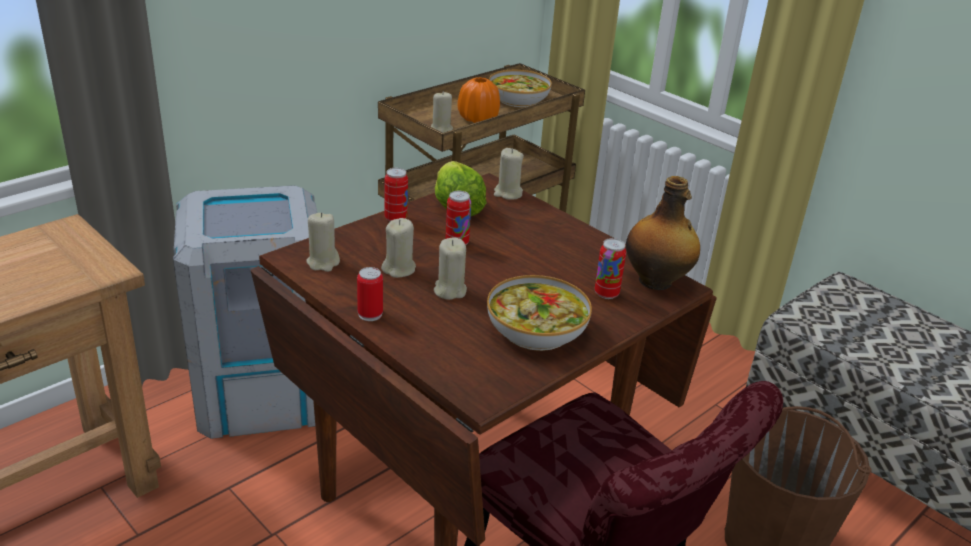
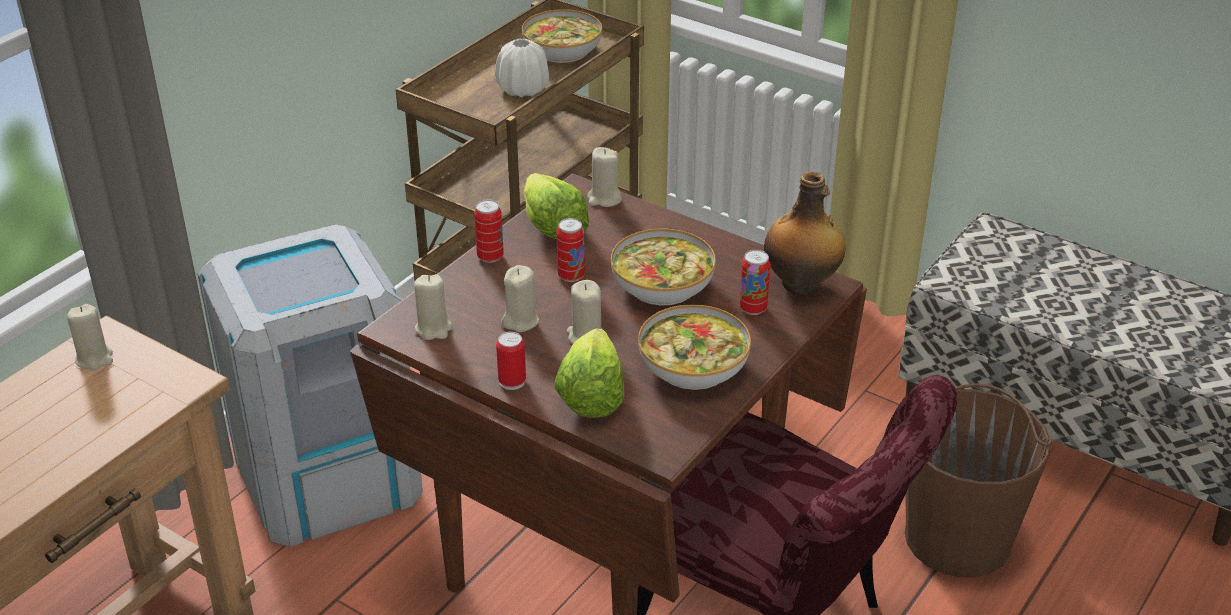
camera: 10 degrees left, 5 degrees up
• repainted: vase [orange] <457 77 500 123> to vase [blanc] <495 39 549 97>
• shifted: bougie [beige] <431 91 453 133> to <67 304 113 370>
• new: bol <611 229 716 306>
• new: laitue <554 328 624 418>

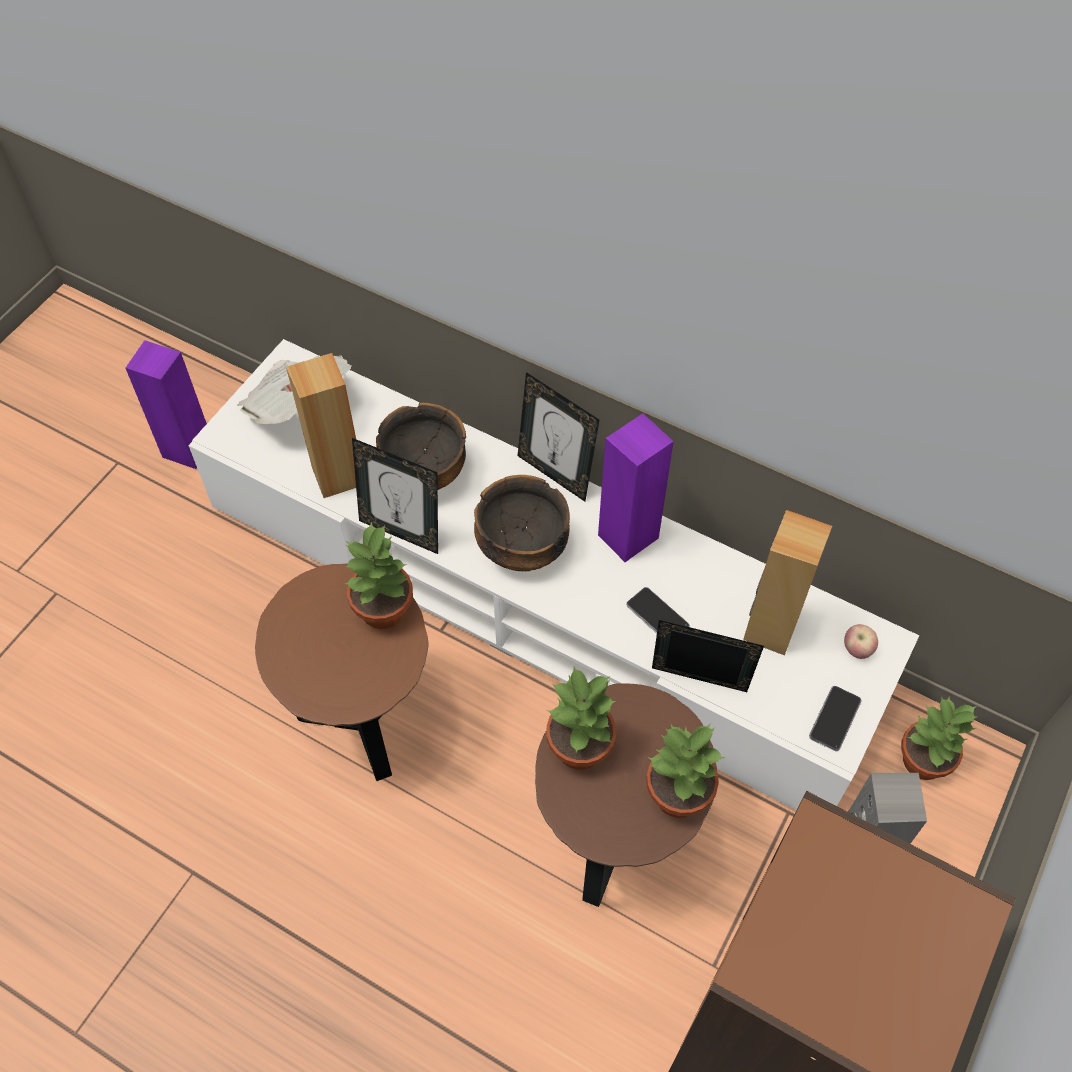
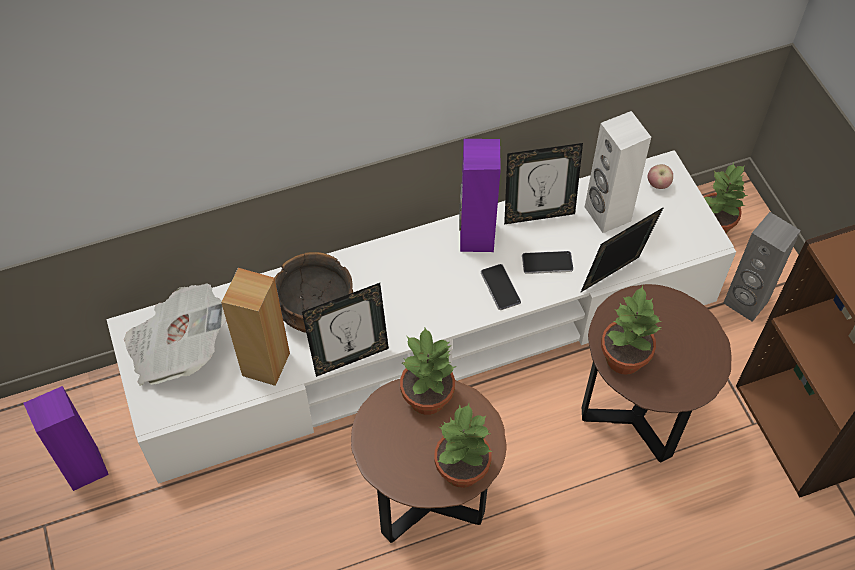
camera: 50 degrees left, 0 degrees up
• shifted: cadre photo <518 372 599 502> to <504 143 583 224>
• gone: bol <474 475 570 572>
• repainted: enceinte [marron] <743 510 832 656> to enceinte [blanc] <585 111 651 233>
• shifted: téléphone <809 686 862 751> to <481 264 521 310>
• shifted: plante en pot <646 723 725 818> to <434 403 493 488>

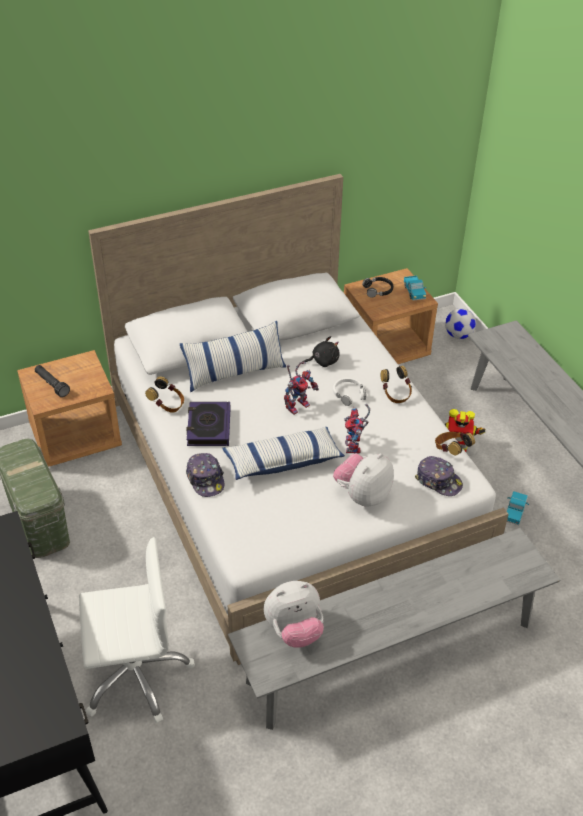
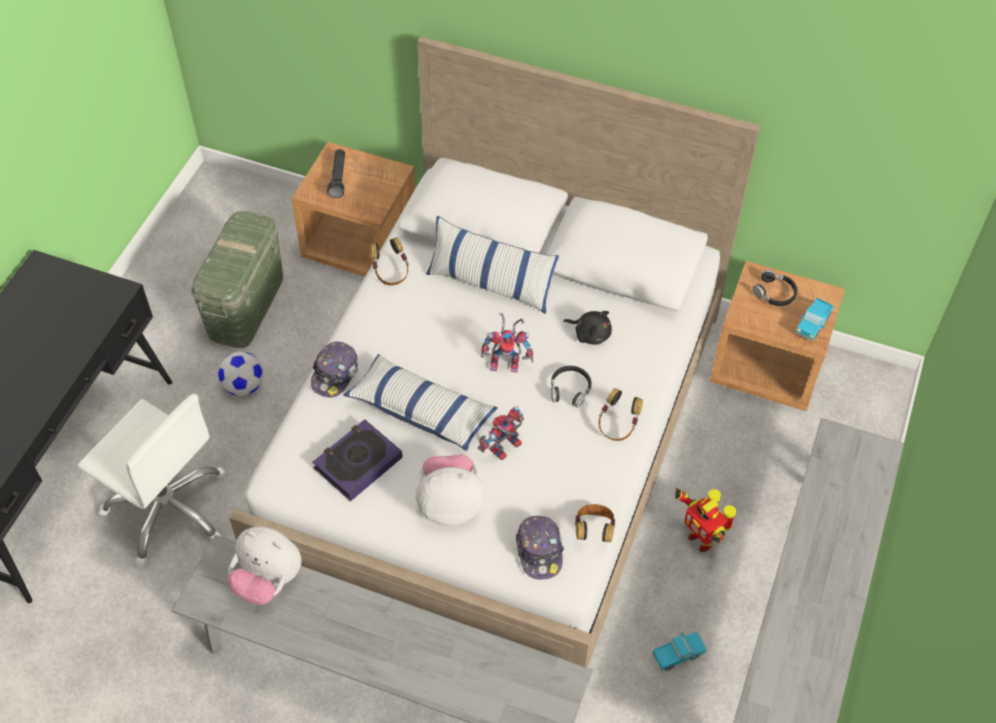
camera: 45 degrees right, 10 degrees up
• shifted: ballon de foot <445 308 476 339> to <218 351 263 396>
• repainted: casque audio [blanc] <333 378 366 406> to casque audio [noir] <551 366 591 408>
• shifted: livre <186 402 231 446> to <312 419 402 501>

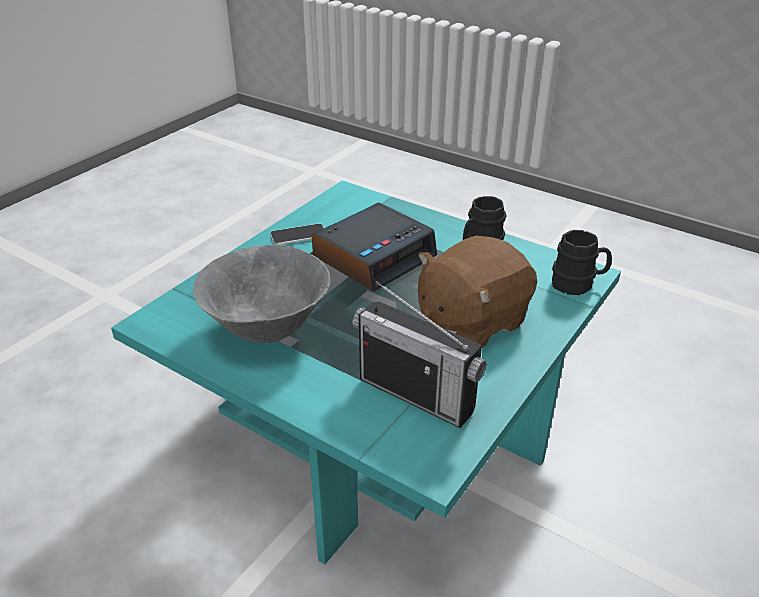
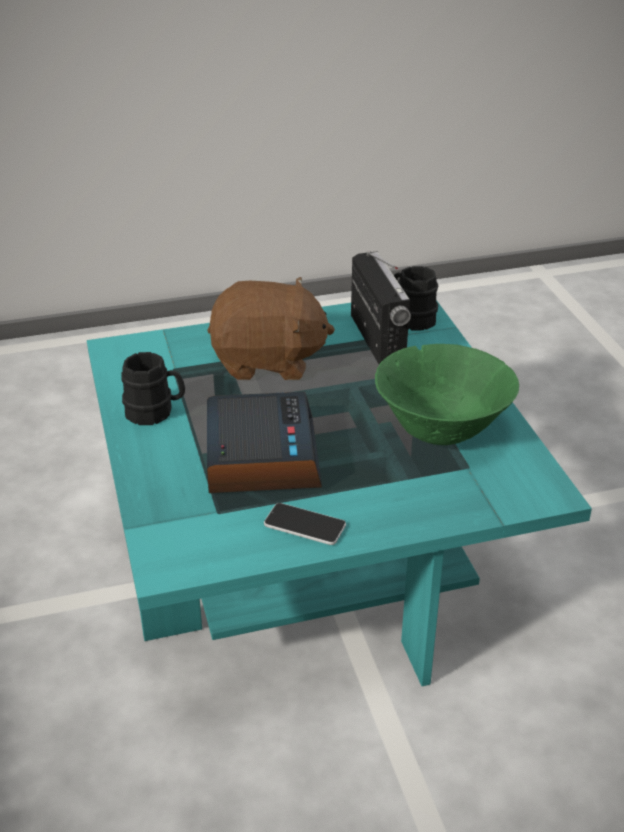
camera: 140 degrees left, 0 degrees up
• rotated: réveil <312 203 437 291> = <207 392 322 493> 90 degrees clockwise
• shifted: mug [noir] <552 230 612 295> to <394 266 438 330>
• repainted: bol [gris] <193 245 330 343> to bol [vert] <375 344 519 445>

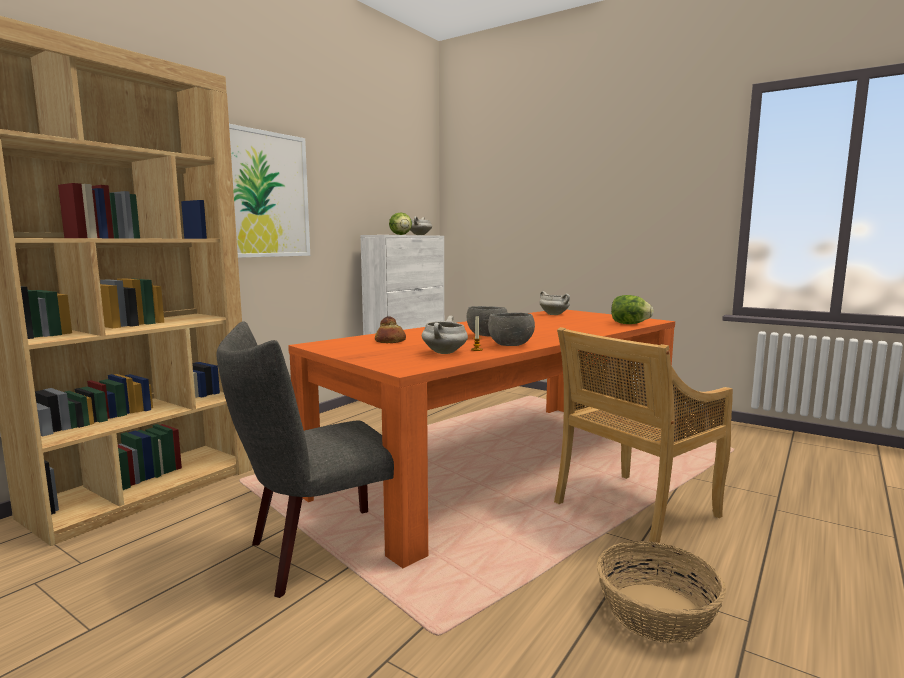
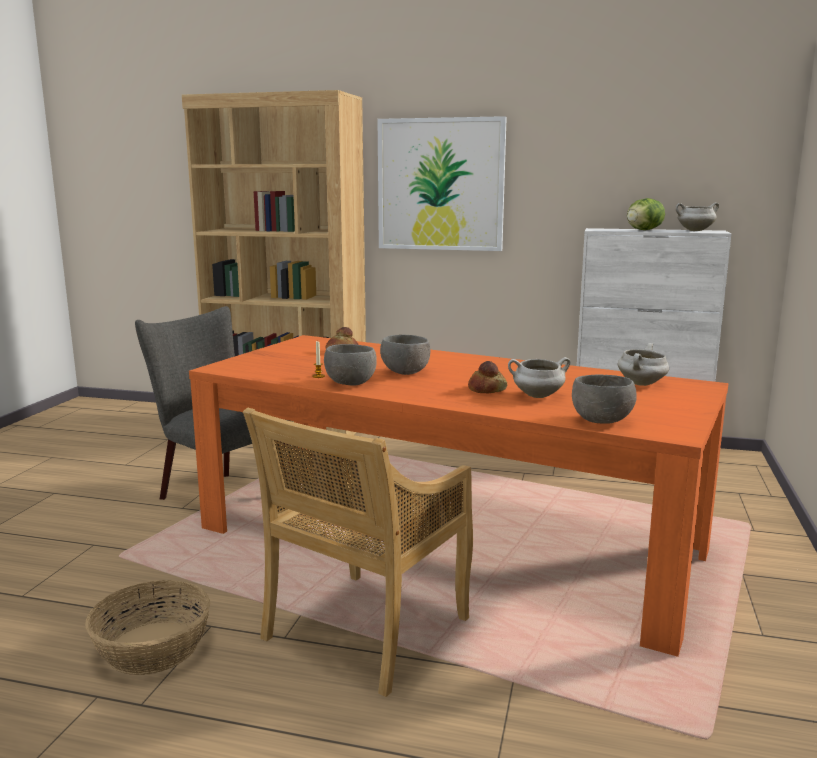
camera: 70 degrees right, 5 degrees up
• swapped: laitue <611 295 654 324> to bol [gris] <572 374 637 424>
• shifted: marmite [blanc] <422 316 468 354> to <508 357 571 398>
• rotated: chaise [beige] <554 327 733 550> = <243 408 473 697> 90 degrees counterclockwise
• new: pain <468 361 507 393>

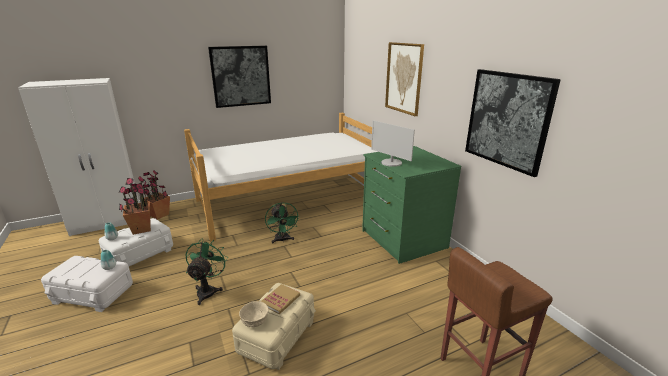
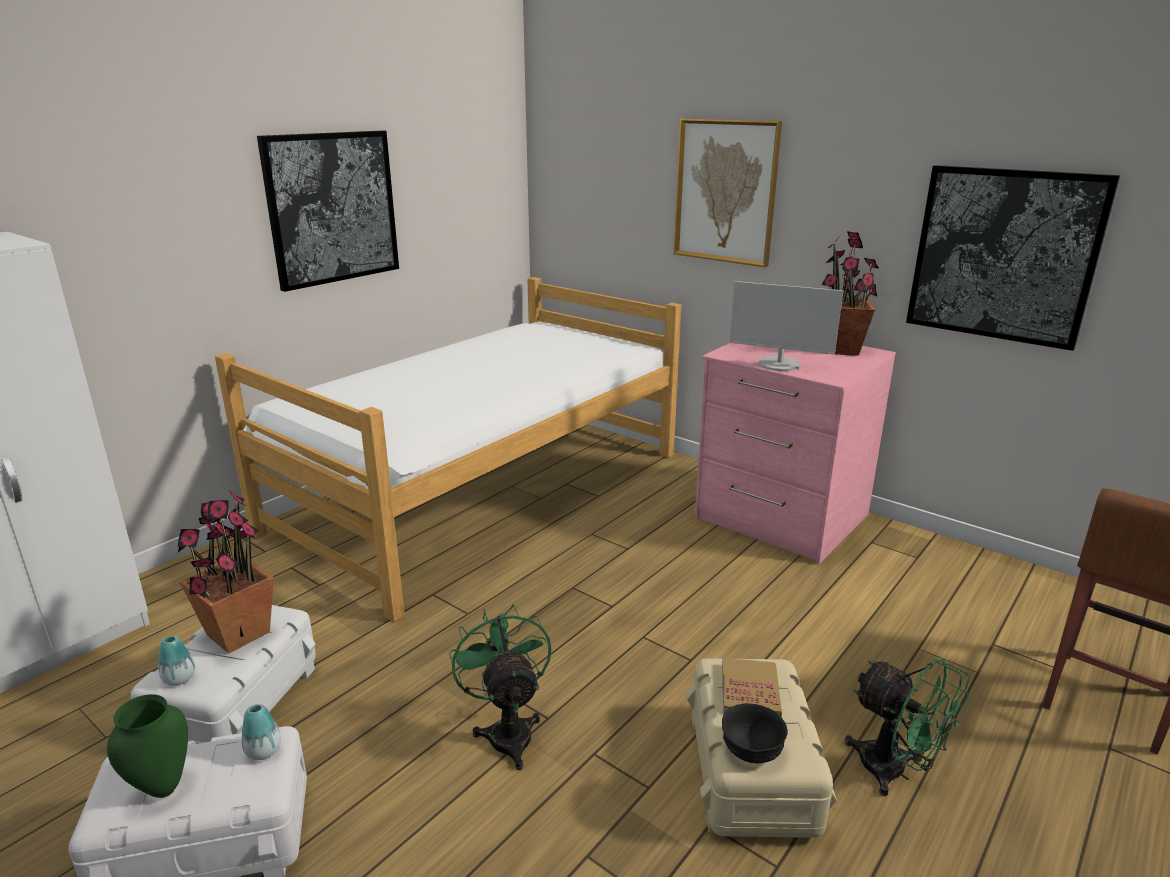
camera: 25 degrees left, 0 degrees up
• repainted: commode [vert] <362 146 461 264> to commode [rose] <695 343 896 564>
• shifted: plante en pot <143 170 170 219> to <821 231 880 356>
• shifted: ventilateur [vert] <265 202 298 244> to <845 658 970 796>
• repainted: bol [beige] <239 301 269 327> to bol [noir] <722 703 788 763>
• new: vase [vert] <107 694 188 798>

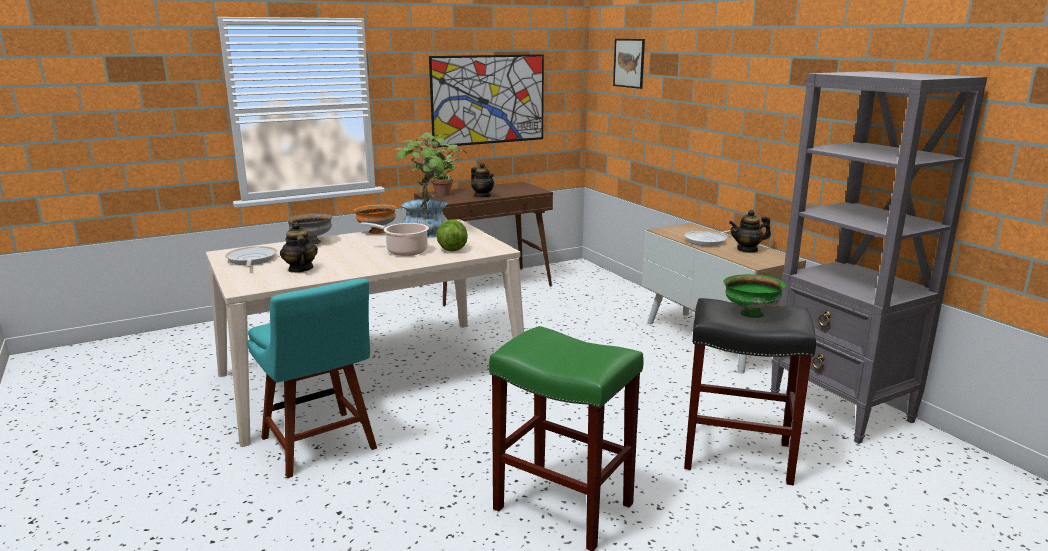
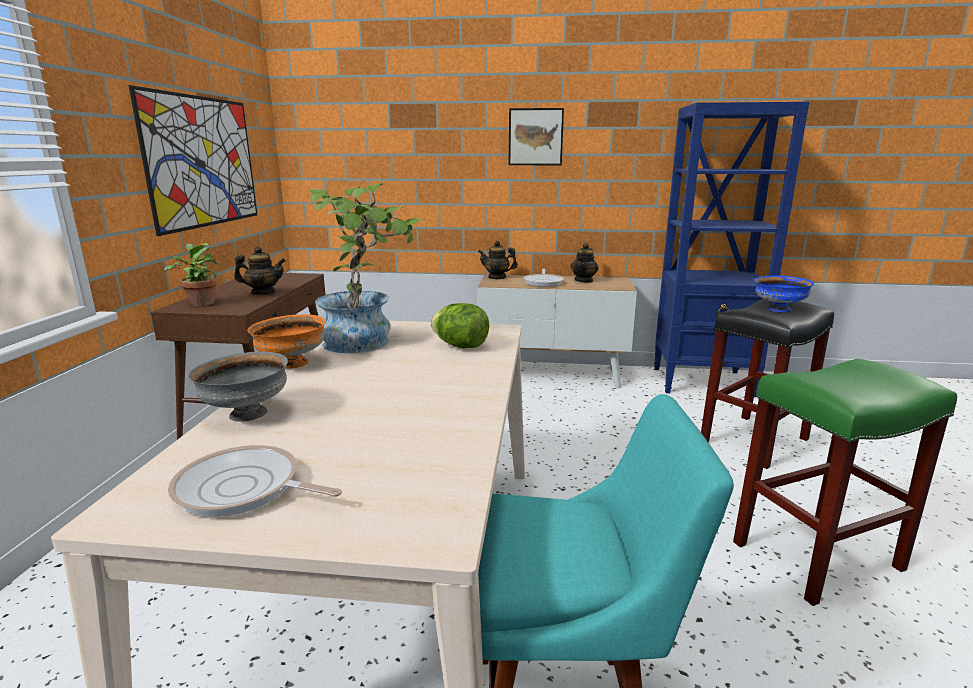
camera: 55 degrees left, 0 degrees up
• shifted: tableau <613 39 645 89> to <509 108 564 165>
• repainted: bibliothèque [gris] <770 71 987 444> to bibliothèque [bleu] <654 102 810 397>
• shifted: théière <280 222 318 273> to <478 241 518 279>
• gone: marmite <360 222 429 256>
• repainted: bol [vert] <724 274 785 318> to bol [bleu] <754 275 814 312>

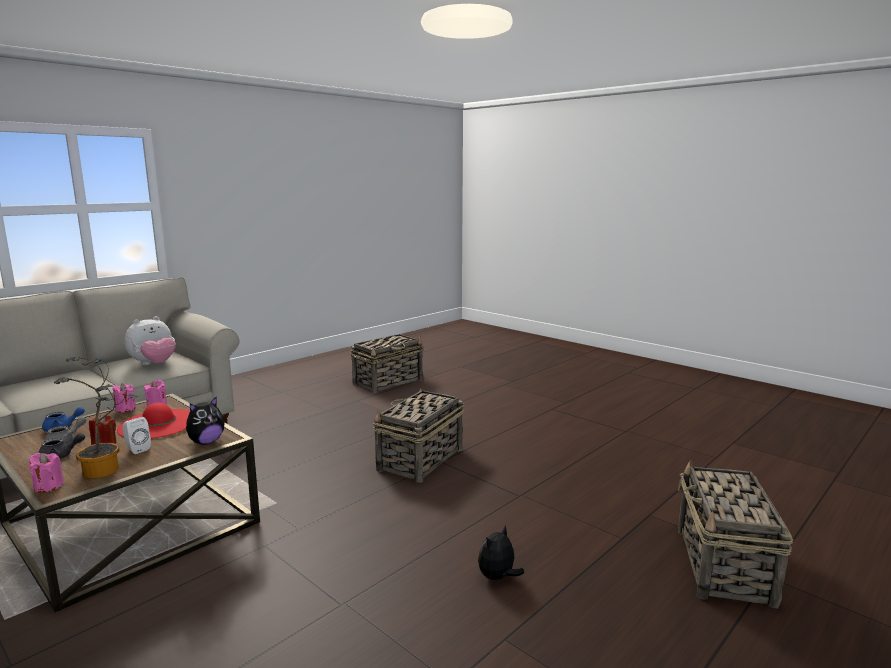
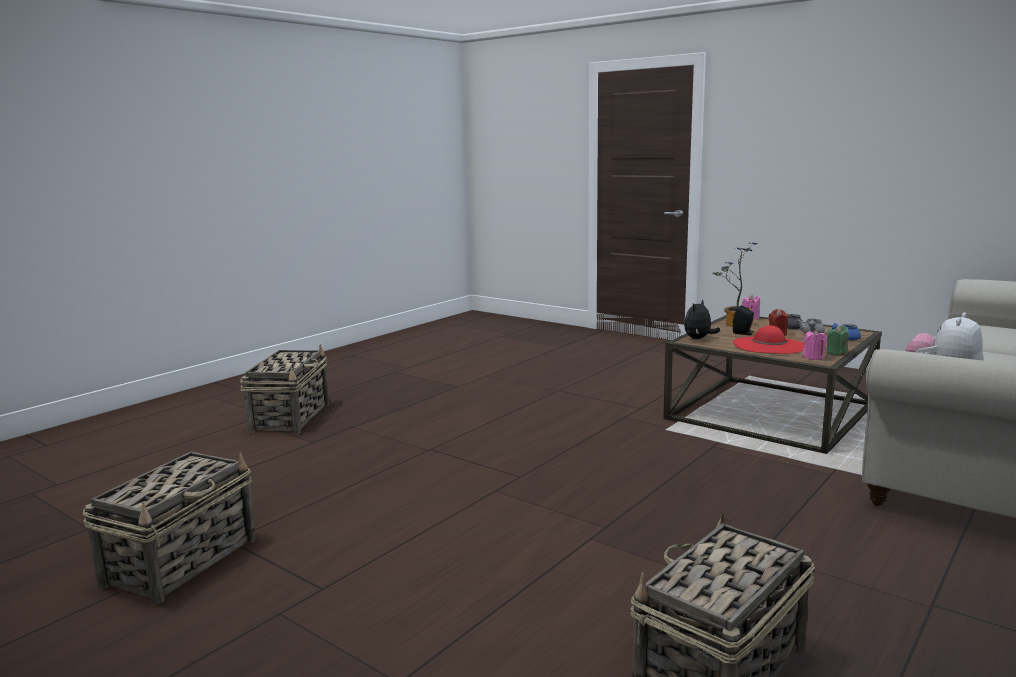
camera: 175 degrees right, 0 degrees up
• repainted: bougie [rose] <113 383 136 412> to bougie [vert] <827 325 849 356>
• shifted: panier <373 385 464 483> to <83 452 256 605>
• repainted: enceinte [blanc] <122 417 151 454> to enceinte [noir] <733 305 754 335>
• gone: peluche <478 525 524 580>

